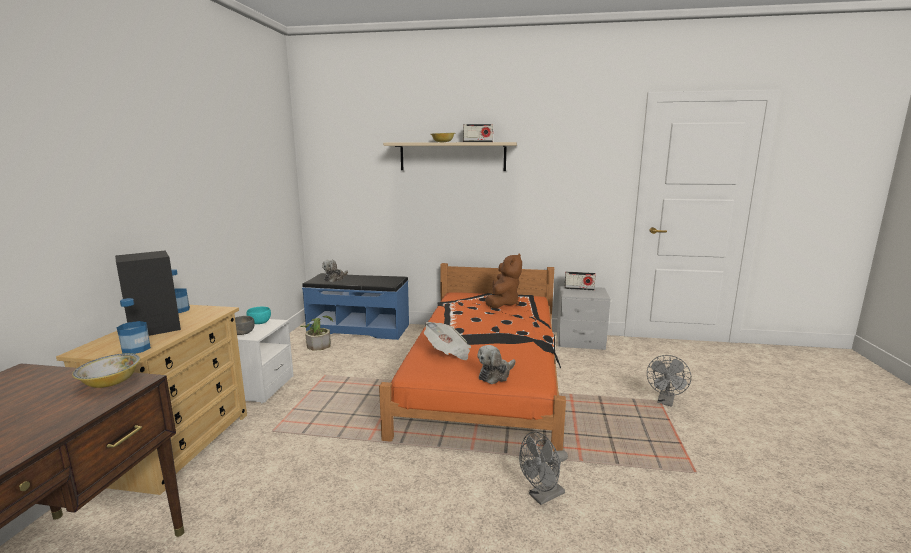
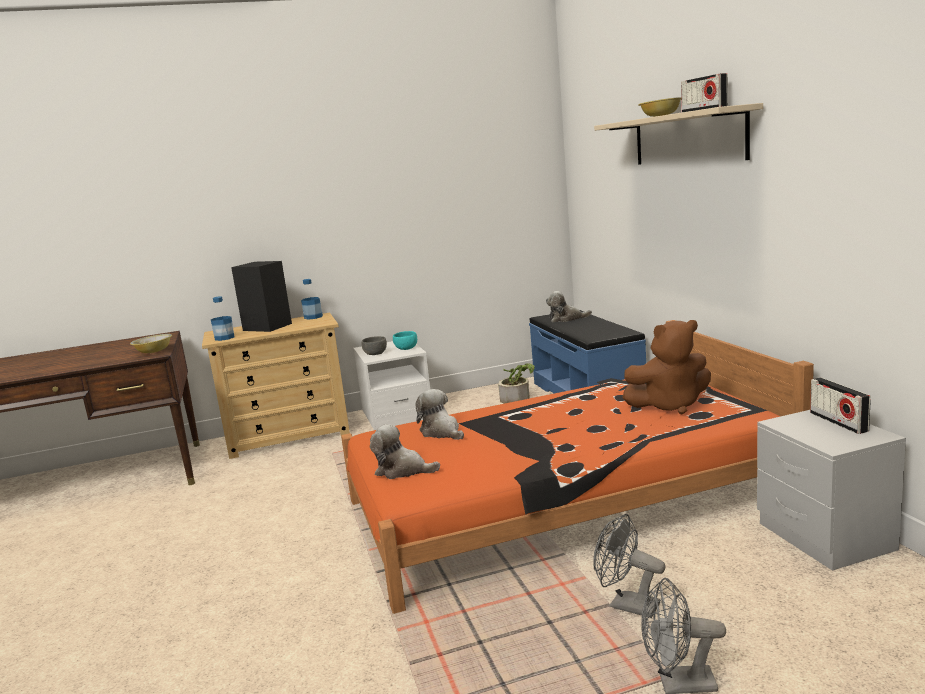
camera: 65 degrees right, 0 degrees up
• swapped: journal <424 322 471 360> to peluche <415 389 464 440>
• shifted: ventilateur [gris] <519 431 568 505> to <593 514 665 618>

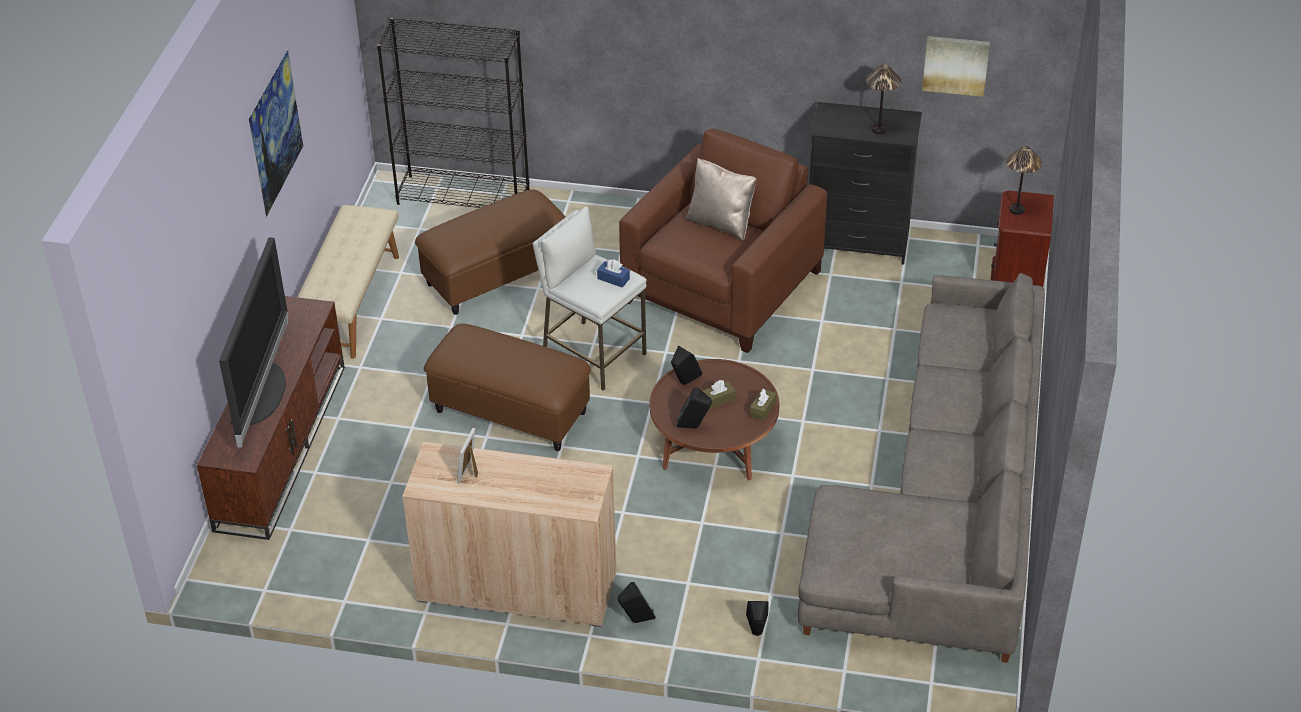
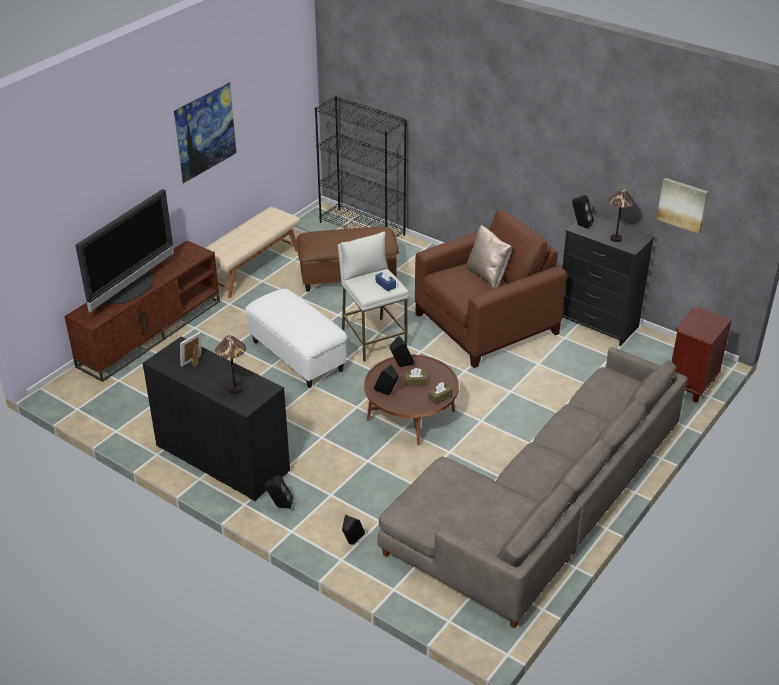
camera: 25 degrees right, 5 degrees down
• shifted: lampe de table <1006 146 1042 215> to <215 335 246 394>
• repainted: pouf [marron] <423 323 591 451> to pouf [blanc] <245 289 347 388>
• repainted: meuble de rangement [beige] <402 442 617 627> to meuble de rangement [noir] <142 337 290 502>
• new: enceinte [noir] <572 195 594 229>

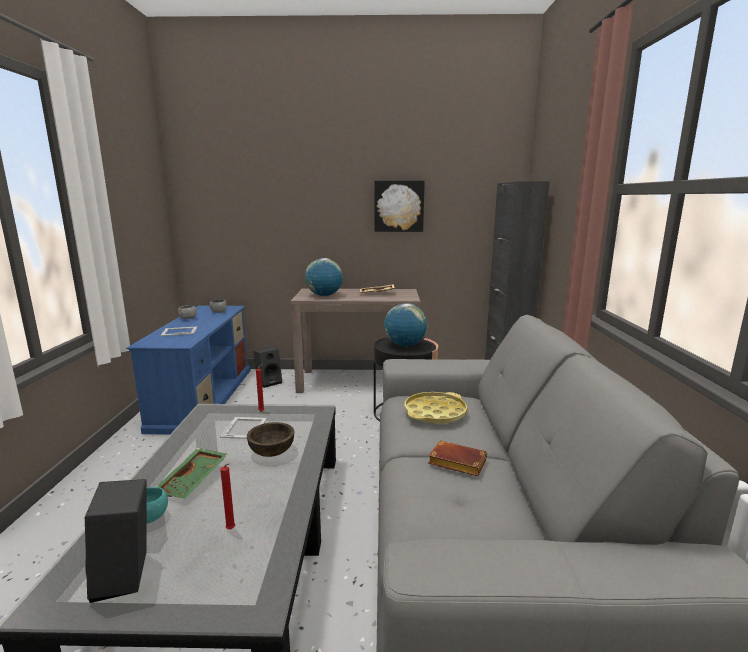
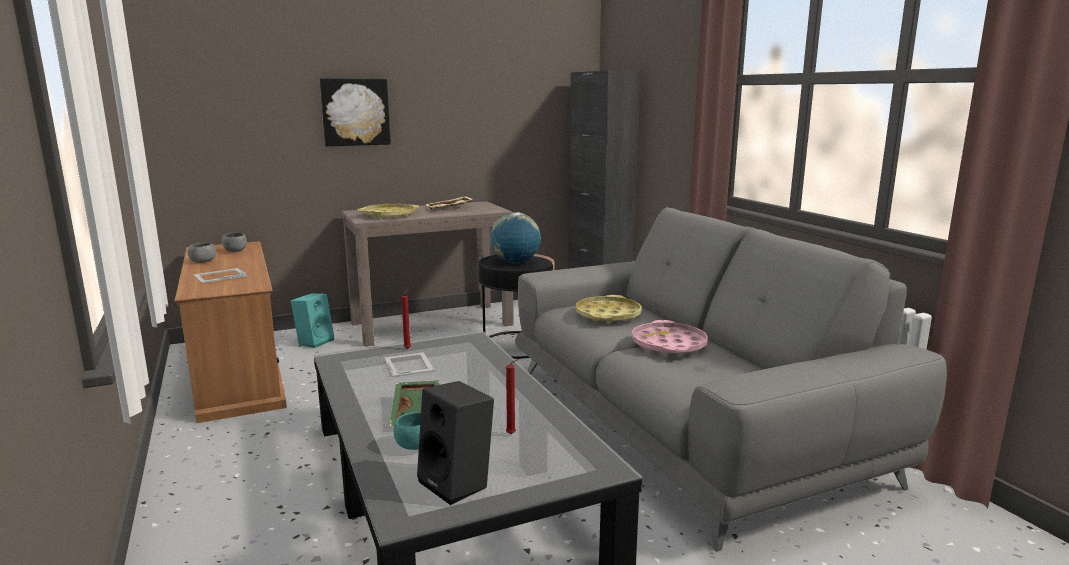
camera: 25 degrees left, 0 degrees up
• shifted: tableau <374 181 425 232> to <320 78 391 146>
• swapped: globe <305 258 343 296> to plateau [jaune] <357 204 419 219>
• repainted: meuble télé [bleu] <126 306 251 435> to meuble télé [marron] <175 241 287 423>
• repainted: enceinte [noir] <254 347 282 388> to enceinte [turquoise] <291 293 334 348>
• gone: bol [marron] <247 422 294 457>
• swapped: livre [marron] <428 441 487 476> to plateau [rose] <632 320 708 354>

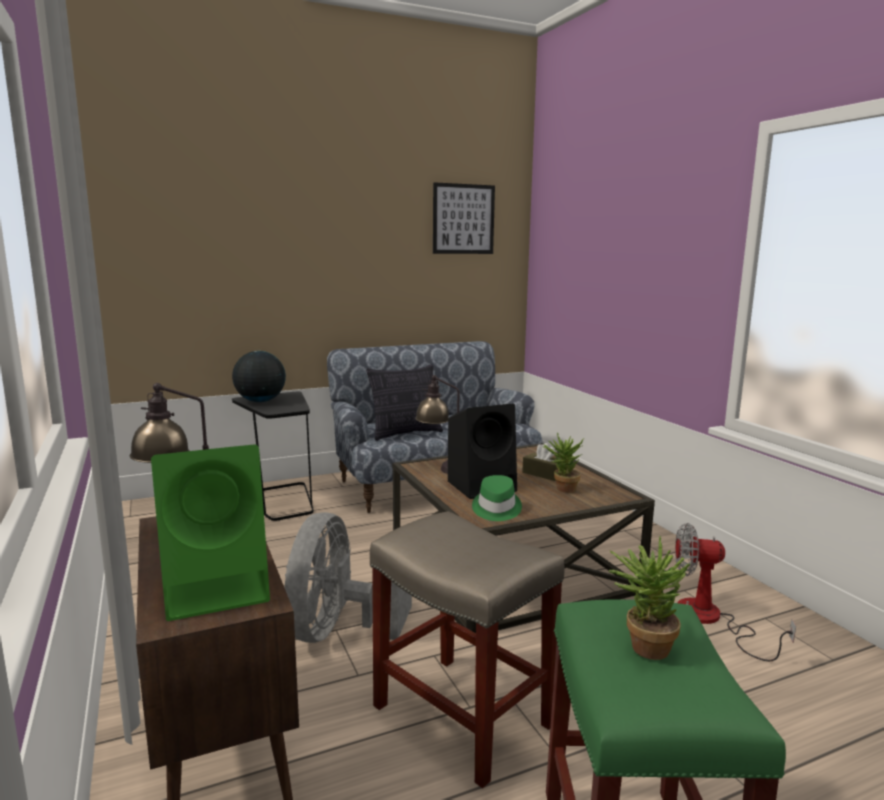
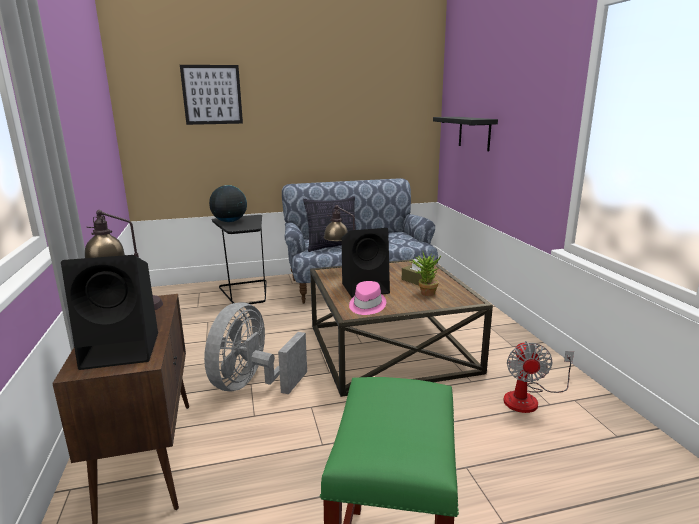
camera: 10 degrees right, 5 degrees up
• shifted: tableau <433 182 495 254> to <180 65 243 125>
• repainted: enceinte [vert] <151 444 270 621> to enceinte [noir] <61 255 158 370>
• repainted: chapeau [vert] <472 475 522 521> to chapeau [rose] <349 281 386 315>
• gone: tabouret [beige] <370 511 565 788>
• rotated: ventilateur <675 523 796 661> = <503 341 574 413> 105 degrees counterclockwise
• gone: plante en pot <609 536 690 660>
• new: étagère [noir] <433 117 498 151>

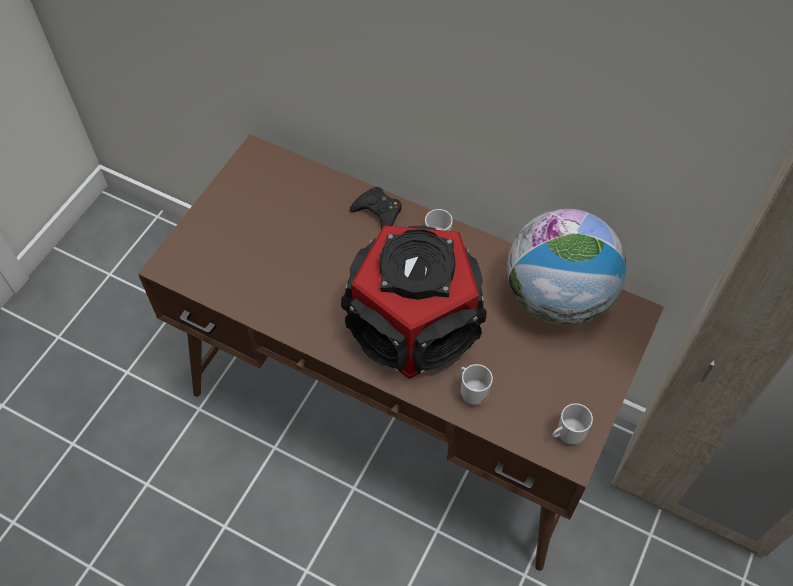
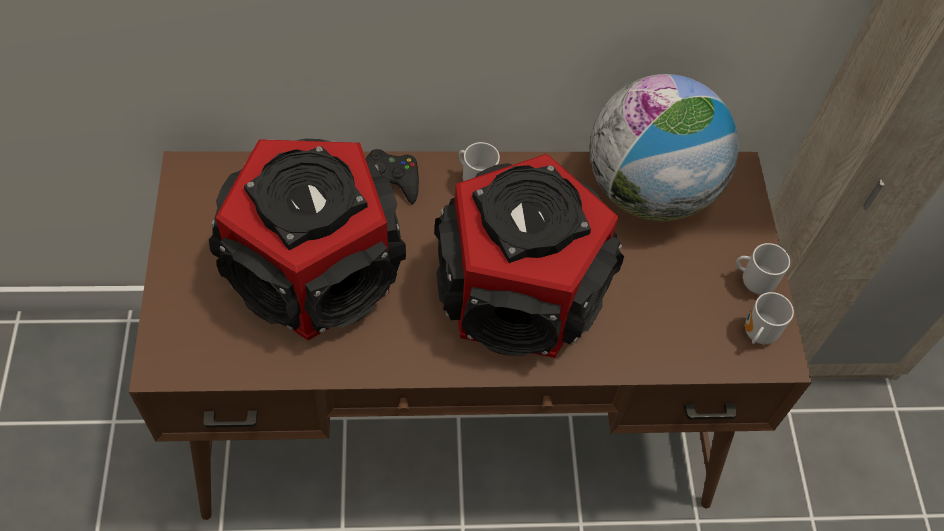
camera: 35 degrees left, 0 degrees up
• shifted: mug <460 364 493 405> to <736 243 790 295>
• new: enceinte <209 139 406 341>

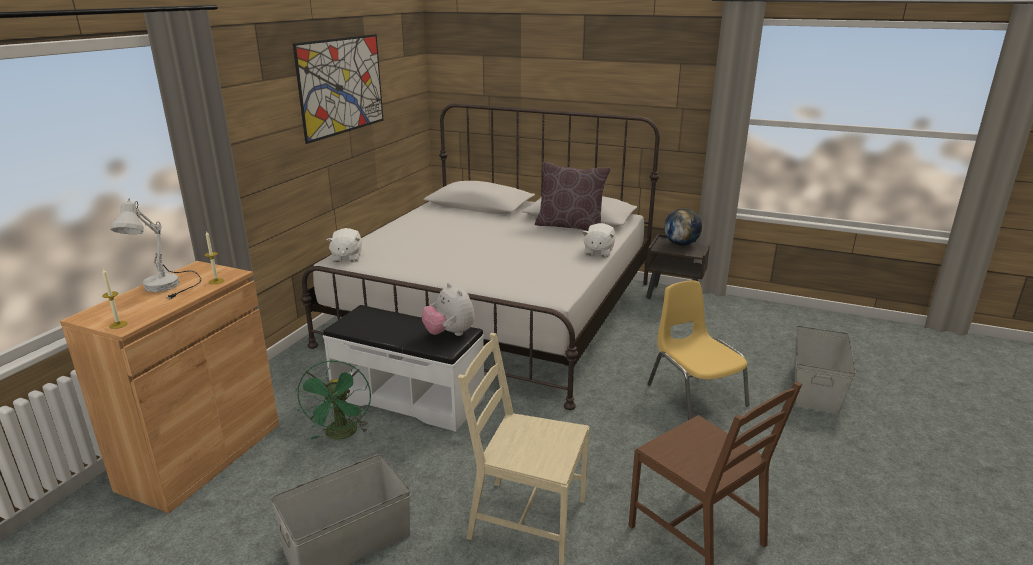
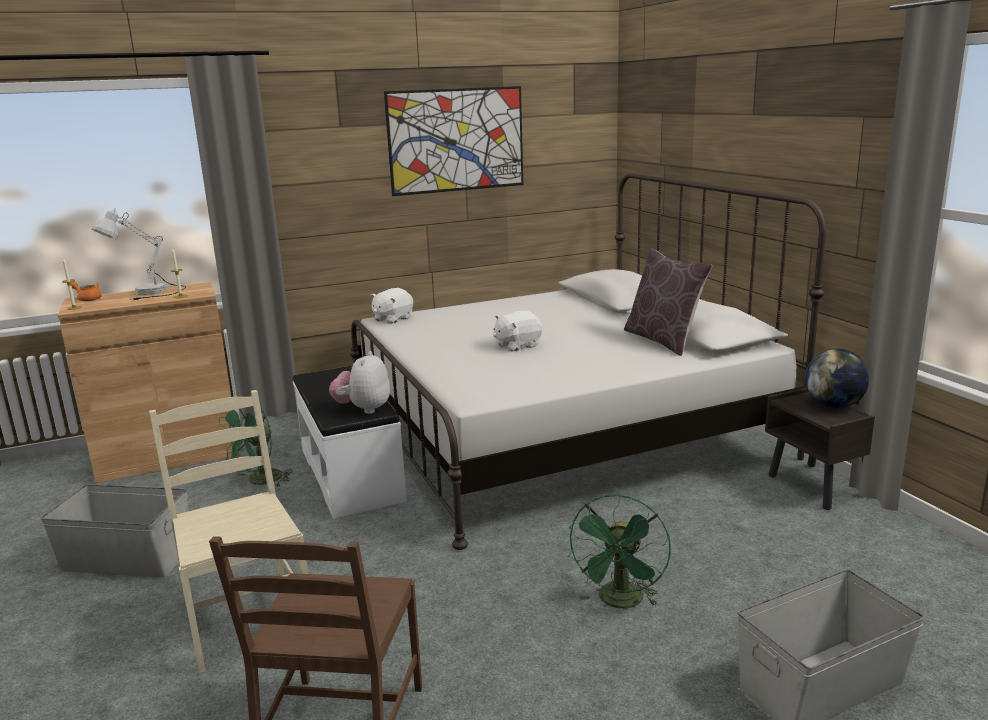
camera: 45 degrees right, 5 degrees down
• shifted: peluche [blanc] <582 223 615 257> to <493 311 542 351>
• swapped: chaise [jaune] <647 281 749 420> to ventilateur [vert] <568 494 671 608>
• new: théière [orange] <71 281 102 301>

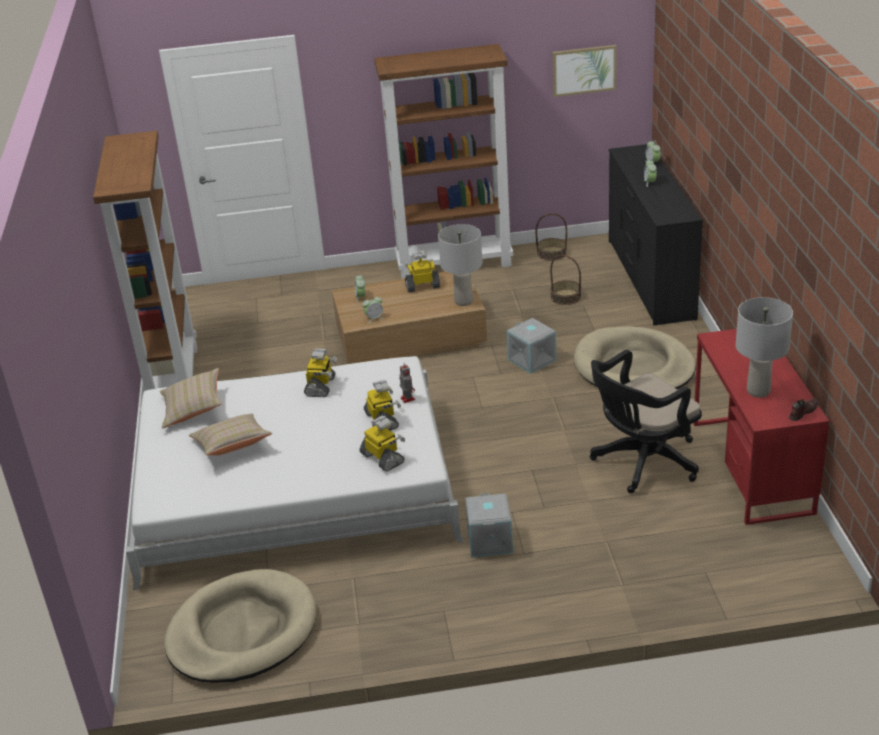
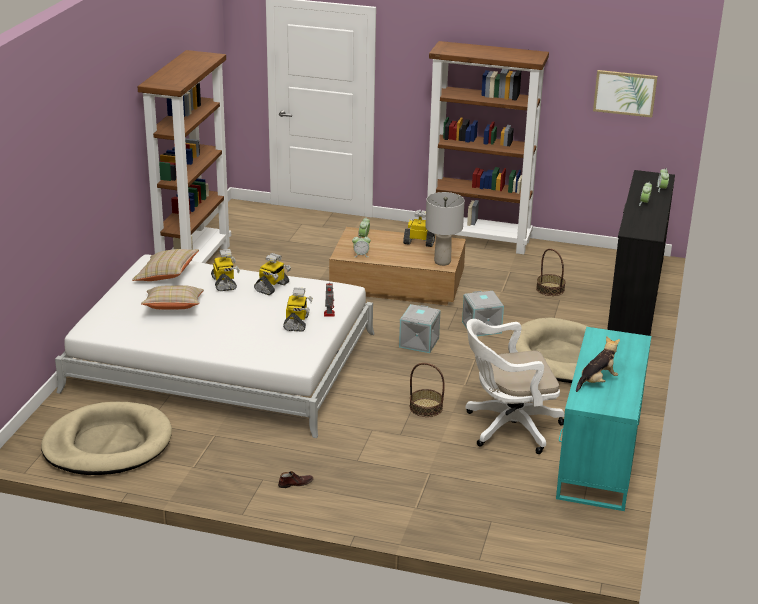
camera: 20 degrees right, 5 degrees down
• shifted: panier <536 213 567 261> to <409 363 445 417>
• swapped: lampe de table [gris] <736 297 793 398> to peluche <576 336 620 392>
• repainted: bureau [rouge] <693 329 829 525> to bureau [turquoise] <556 327 652 511>
• repainted: chaise de bureau [noir] <590 350 702 493> to chaise de bureau [blanc] <465 319 564 454>
• shifted: chaussure [marron] <789 398 819 421> to <278 471 313 488>
• shifted: robot jouet <360 416 405 471> to <211 249 240 291>
• shifted: boîte de rangement [gris] <465 493 513 557> to <399 304 441 353>

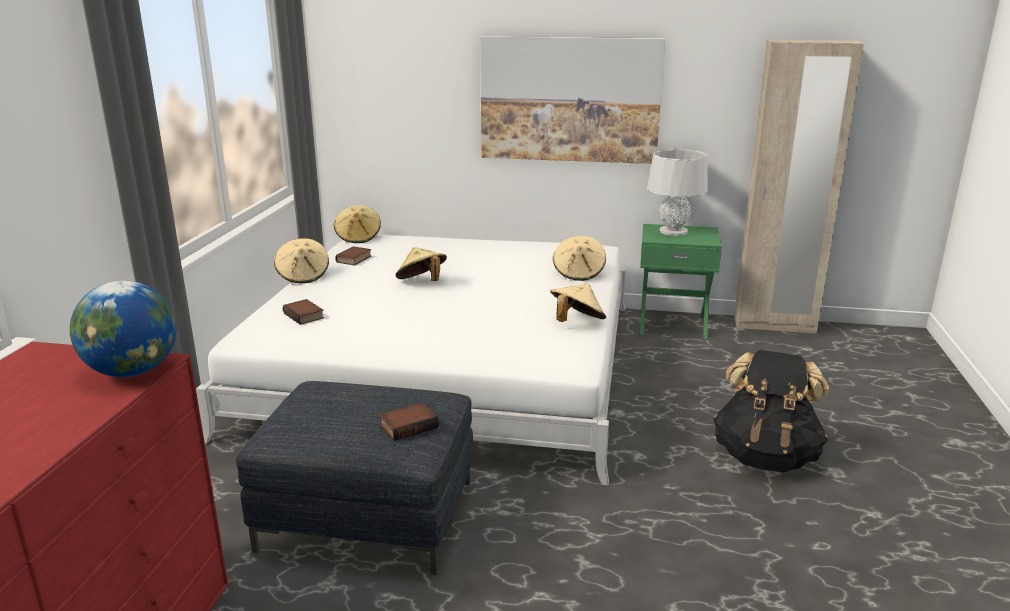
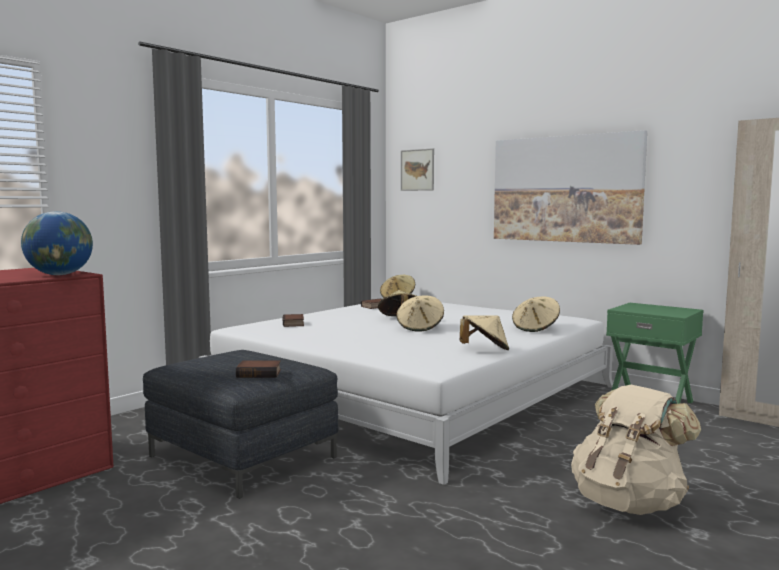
camera: 30 degrees right, 15 degrees down
• gone: lampe de table [gris] <647 149 708 236>
• shifted: chapeau [beige] <274 238 329 283> to <396 295 444 332>
• repainted: sac à dos [noir] <713 350 829 472> to sac à dos [beige] <571 385 701 515>
• new: tableau <401 148 434 191>

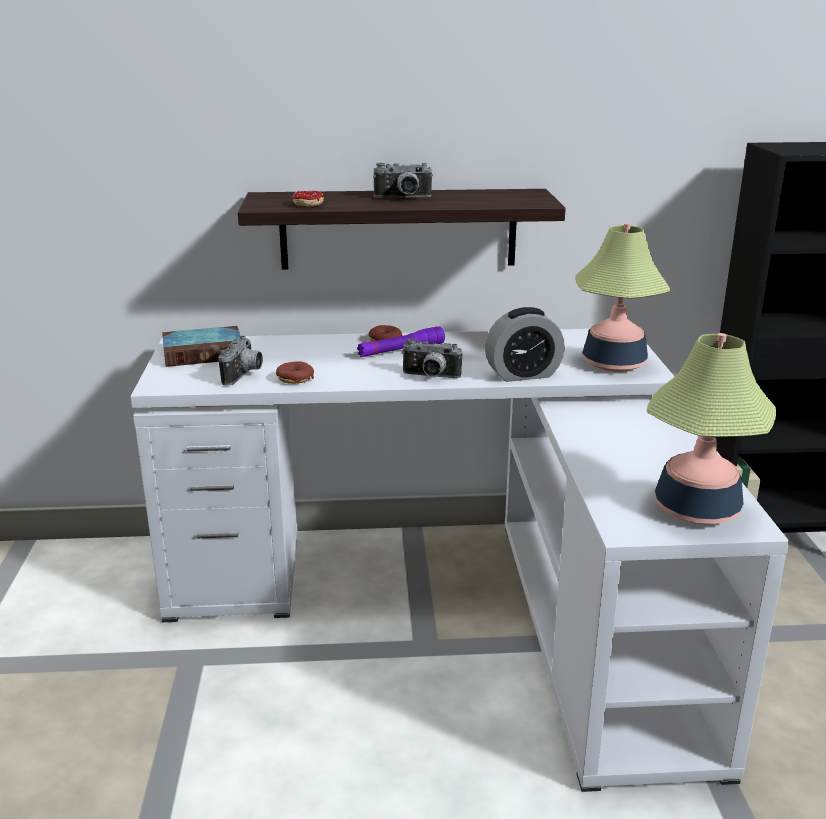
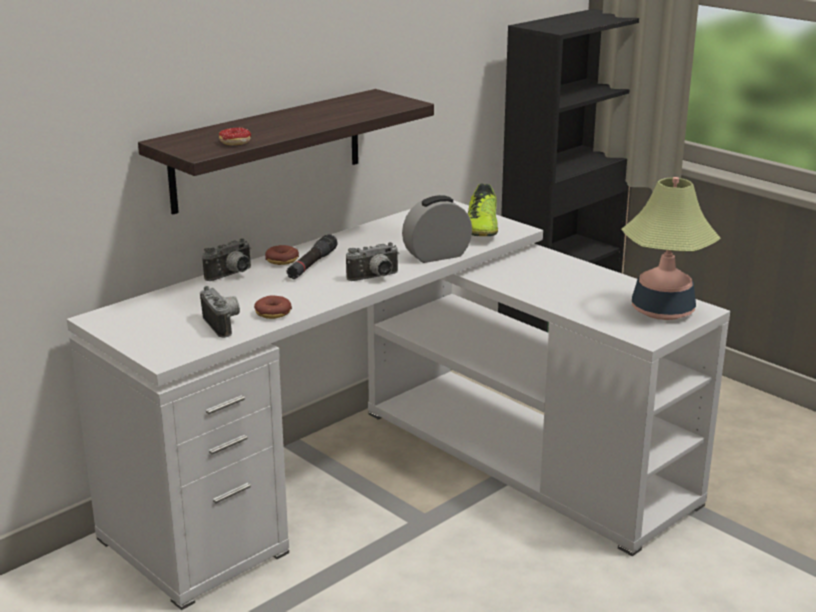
camera: 40 degrees left, 0 degrees up
• shifted: appareil photo <373 163 433 198> to <202 238 251 281>
• swapped: lampe de table <575 223 671 372> to chaussure <468 183 498 236>
• rotated: réveil <485 307 565 382> = <402 195 472 263> 150 degrees counterclockwise
• gone: livre <162 326 240 367>
• repainted: lampe de poche [violet] <357 326 445 357> to lampe de poche [noir] <287 234 337 279>

